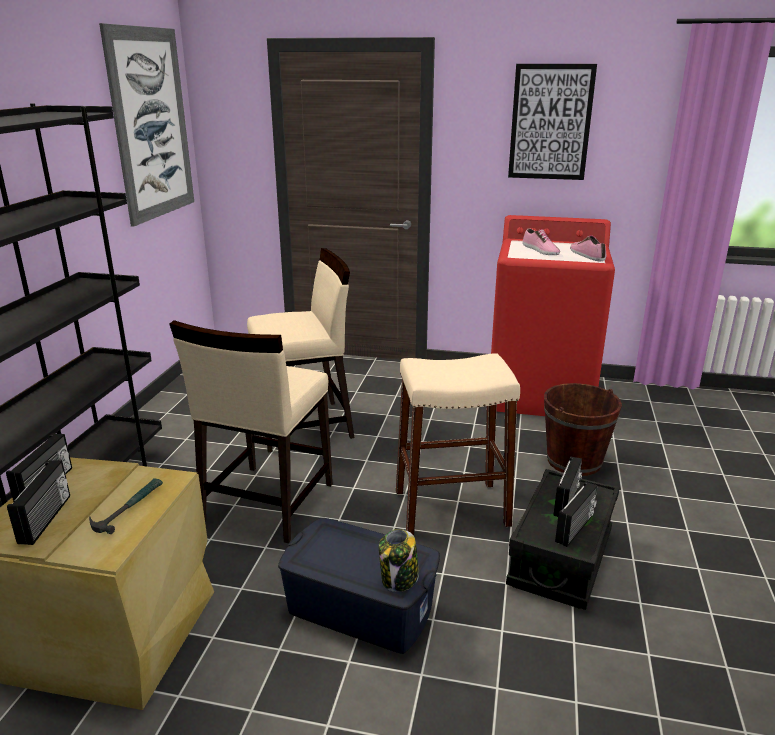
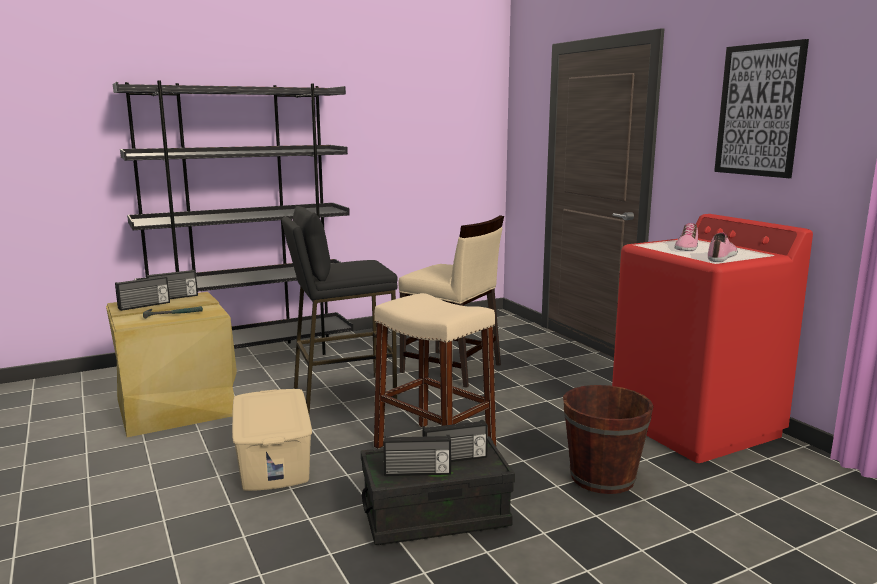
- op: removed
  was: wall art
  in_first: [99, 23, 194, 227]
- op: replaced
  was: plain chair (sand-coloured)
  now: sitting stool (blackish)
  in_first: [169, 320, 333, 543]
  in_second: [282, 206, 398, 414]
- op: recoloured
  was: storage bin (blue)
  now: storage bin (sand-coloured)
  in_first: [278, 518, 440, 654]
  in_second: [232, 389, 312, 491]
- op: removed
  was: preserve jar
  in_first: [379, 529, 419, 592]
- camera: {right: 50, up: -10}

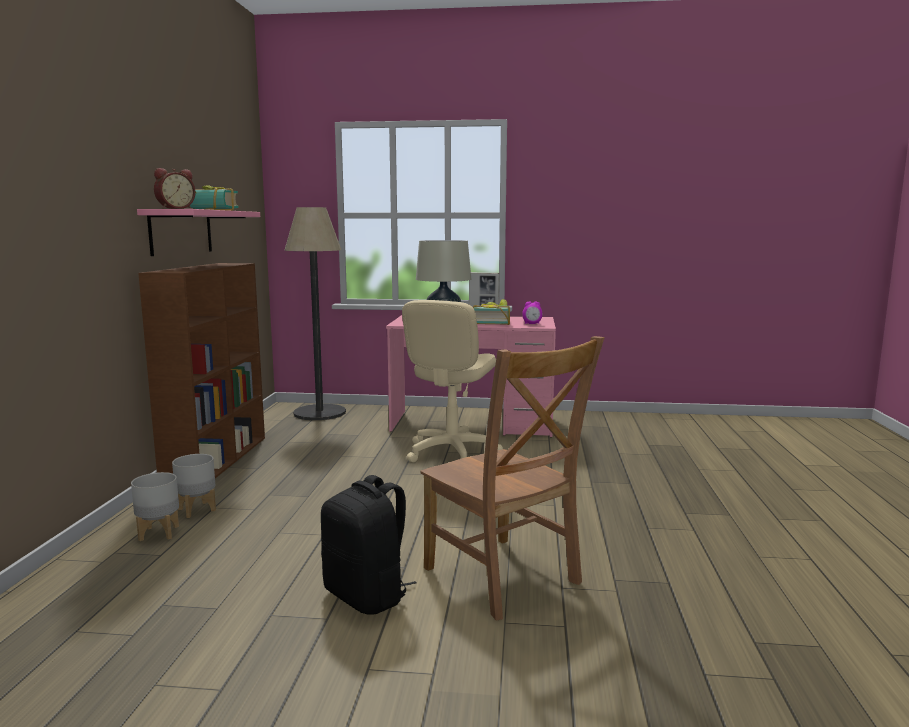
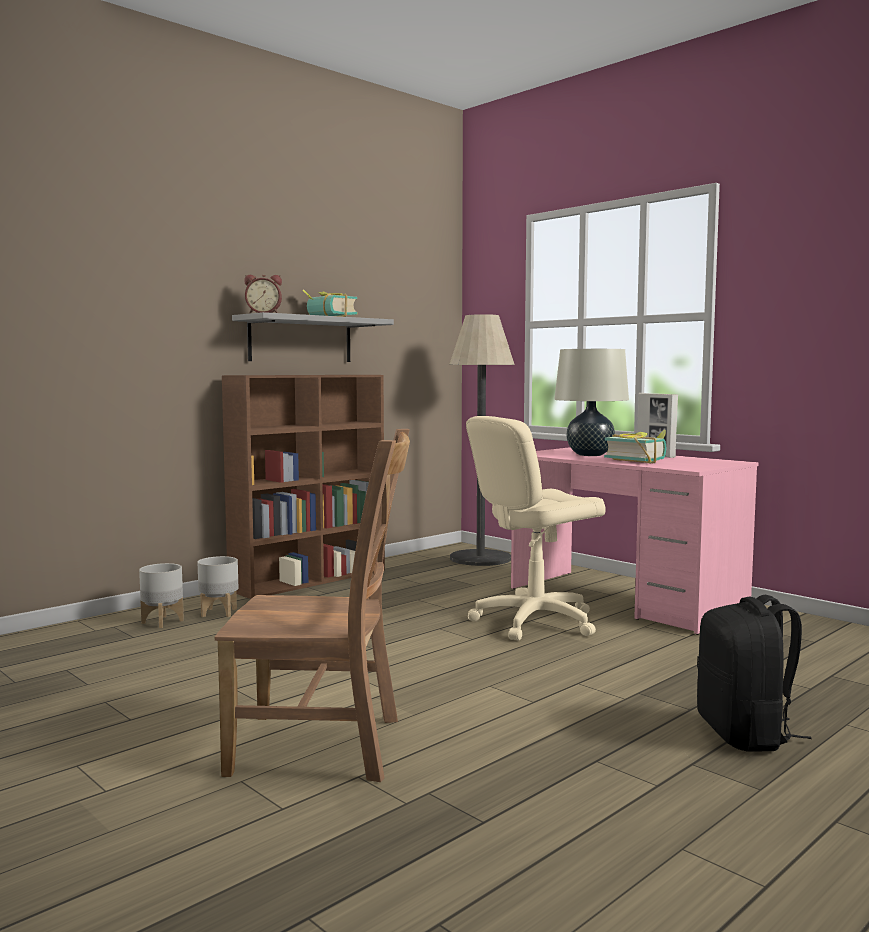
- op: recoloured
  was: wall shelf (pinkish)
  now: wall shelf (grey)
  in_first: [137, 209, 260, 256]
  in_second: [232, 312, 394, 362]
- op: moved
  was: rucksack (blackish)
  in_first: [321, 475, 417, 615]
  in_second: [697, 595, 812, 751]
- op: turned
  was: plain chair (brown)
  in_first: [420, 336, 605, 620]
  in_second: [215, 429, 410, 782]
  clockwise: -90
- op: removed
  was: alarm clock
  in_first: [522, 301, 543, 324]
- camera: {right: 40, up: -5}

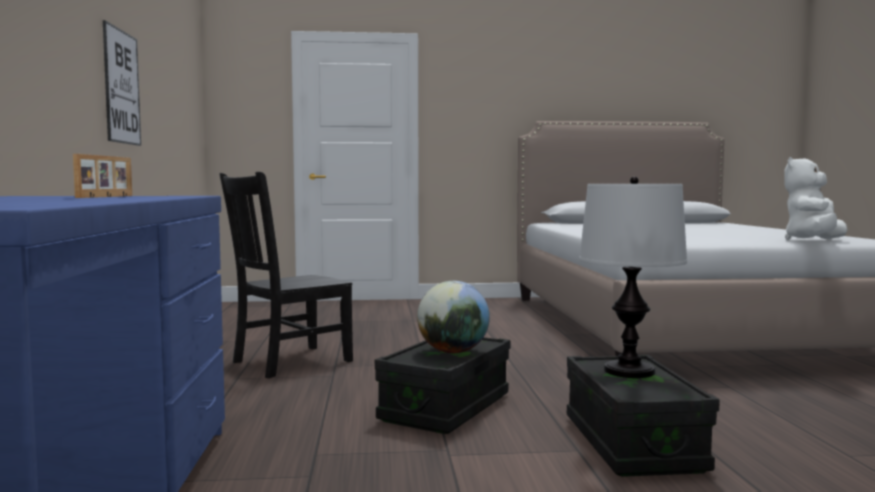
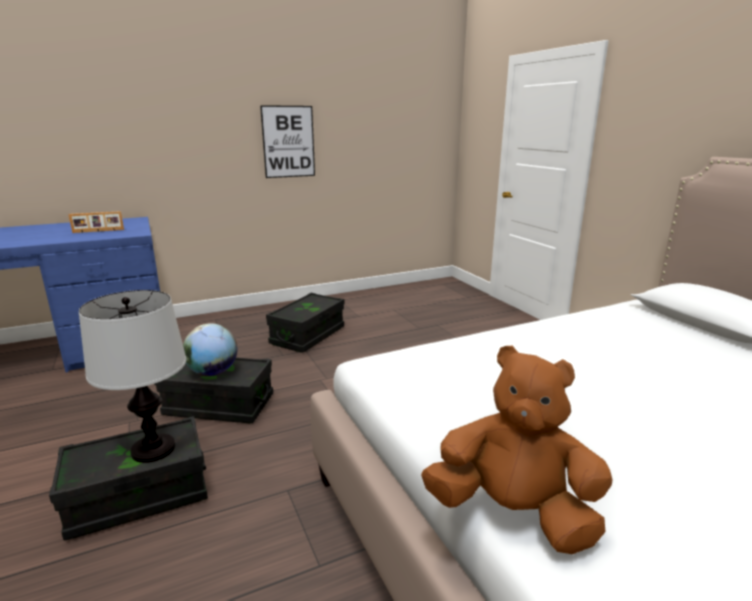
- op: replaced
  was: plain chair (blackish)
  now: storage bin (blackish)
  in_first: [219, 172, 353, 378]
  in_second: [266, 293, 345, 353]
- op: recoloured
  was: cuddly toy (white)
  now: cuddly toy (brown)
  in_first: [785, 157, 847, 240]
  in_second: [421, 346, 613, 554]
- camera: {right: 70, up: 15}

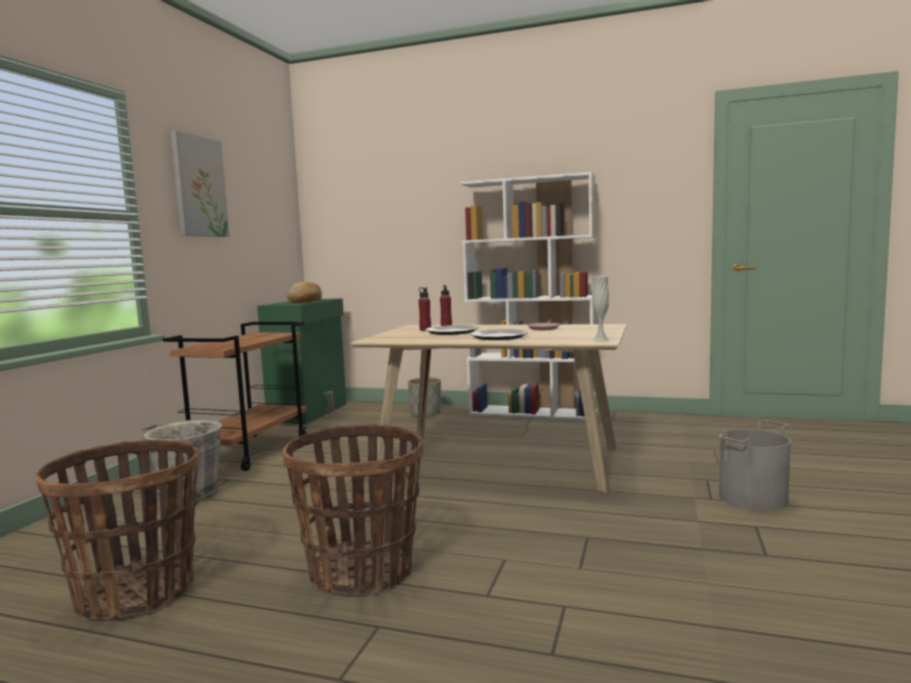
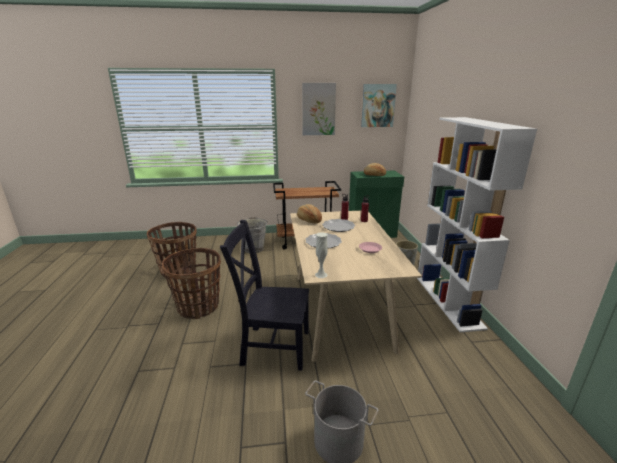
- op: added
  now: plain chair (blackish)
  in_second: [220, 220, 309, 371]
- op: added
  now: bread
  in_second: [297, 204, 322, 223]
- op: added
  now: wall art
  in_second: [361, 84, 397, 127]
- camera: {right: 65, up: 15}

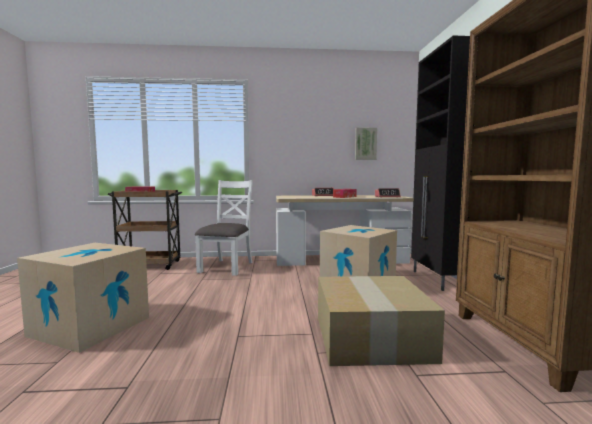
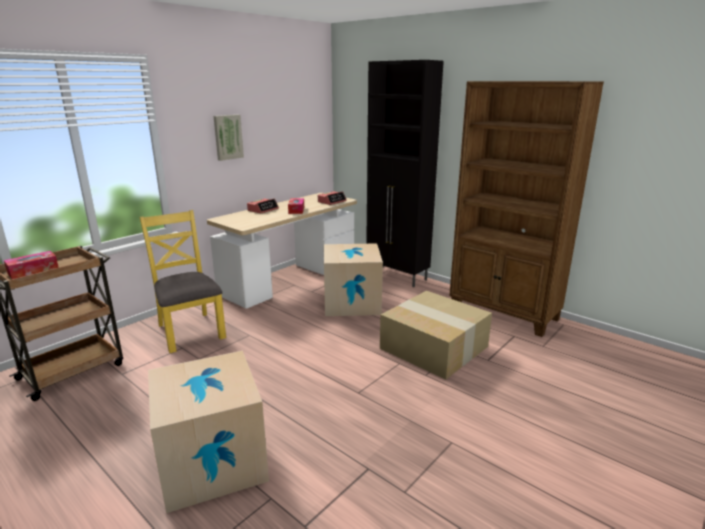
- op: recoloured
  was: plain chair (white)
  now: plain chair (yellow)
  in_first: [195, 180, 253, 276]
  in_second: [140, 210, 226, 353]
- op: moved
  was: wall art
  in_first: [355, 127, 377, 160]
  in_second: [214, 115, 244, 161]
- camera: {right: -45, up: 15}

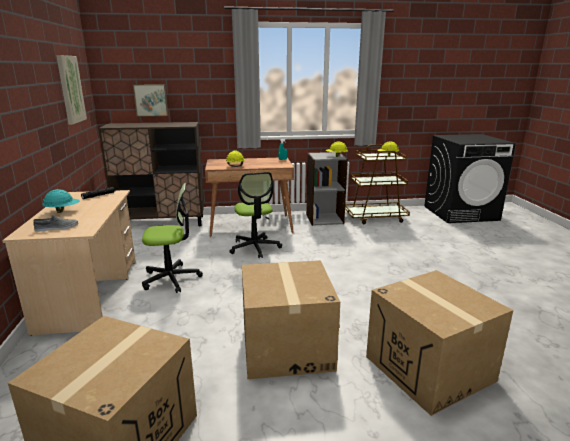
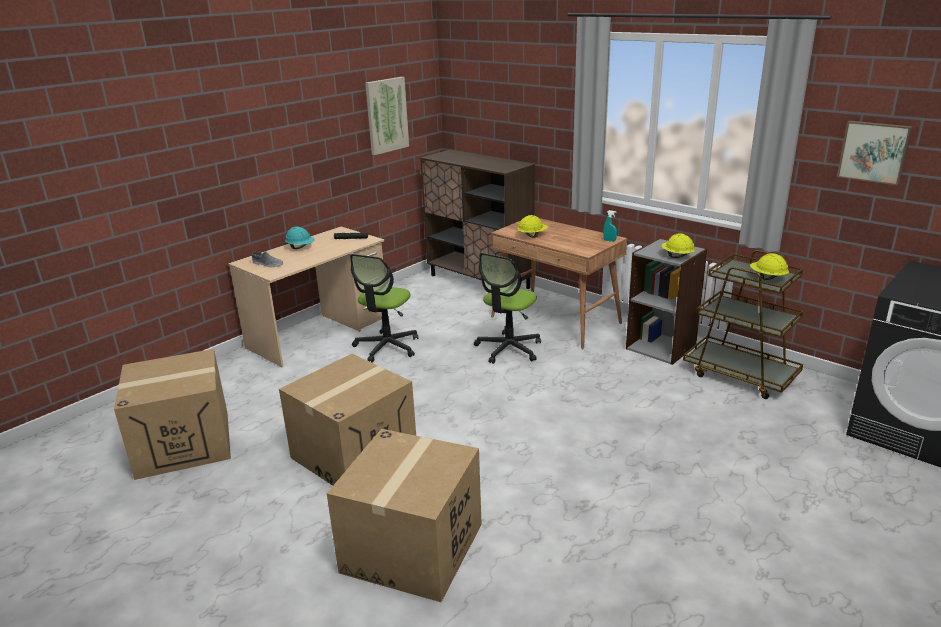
- op: moved
  was: wall art
  in_first: [133, 84, 168, 117]
  in_second: [837, 121, 913, 185]
- op: turned
  was: desk chair
  in_first: [142, 183, 203, 293]
  in_second: [350, 254, 418, 363]
  clockwise: 75
- camera: {right: 50, up: 5}

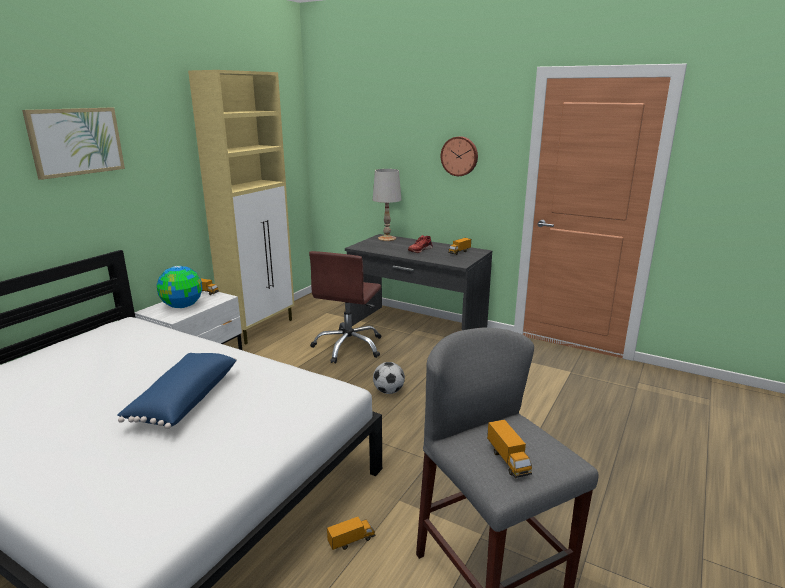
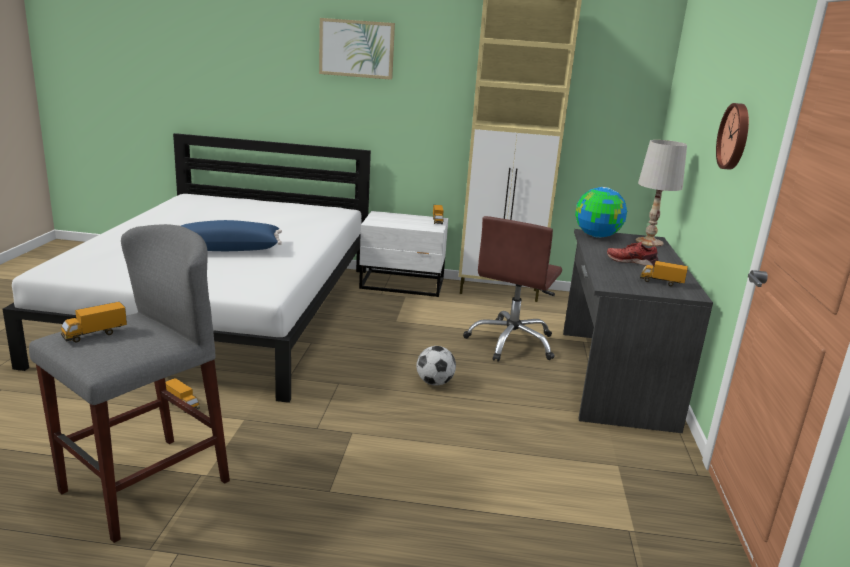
- op: moved
  was: world globe
  in_first: [157, 266, 203, 308]
  in_second: [575, 187, 627, 238]
- op: turned
  was: desk chair (brown)
  in_first: [309, 251, 381, 364]
  in_second: [463, 216, 562, 362]
  clockwise: -60
- camera: {right: 65, up: 0}

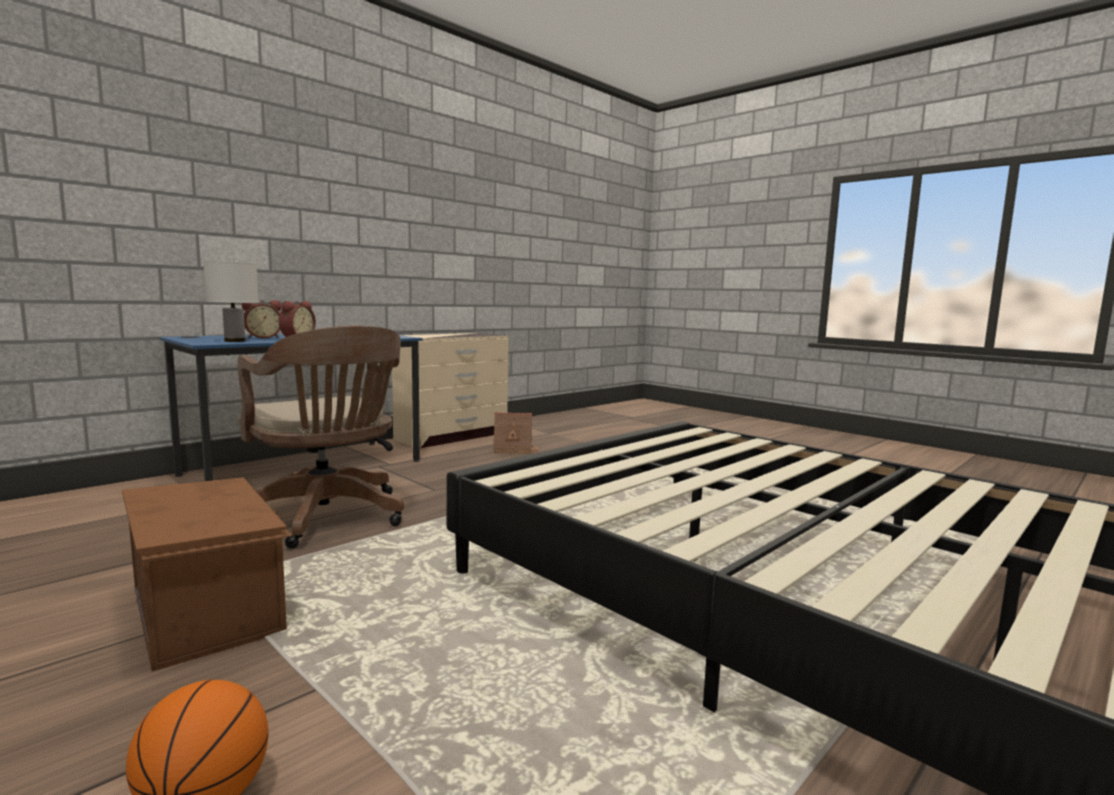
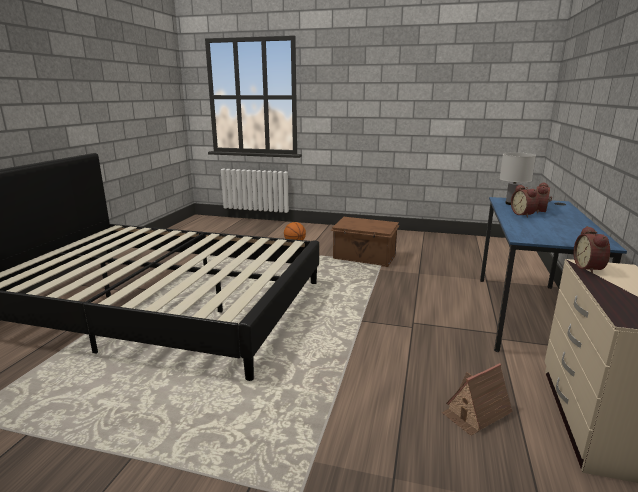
- op: removed
  was: desk chair (brown)
  in_first: [238, 326, 404, 549]
- op: added
  now: alarm clock
  in_second: [574, 226, 610, 274]
- camera: {right: 150, up: 10}

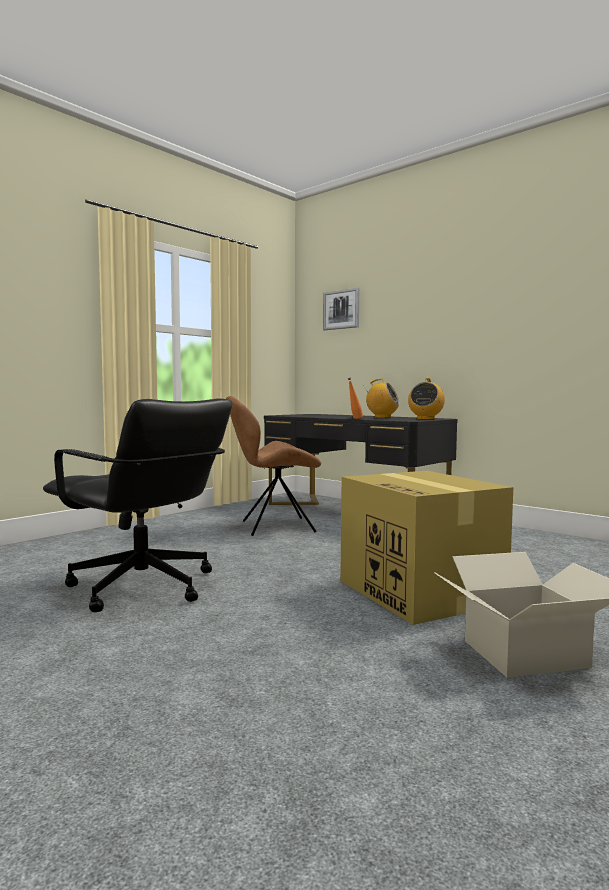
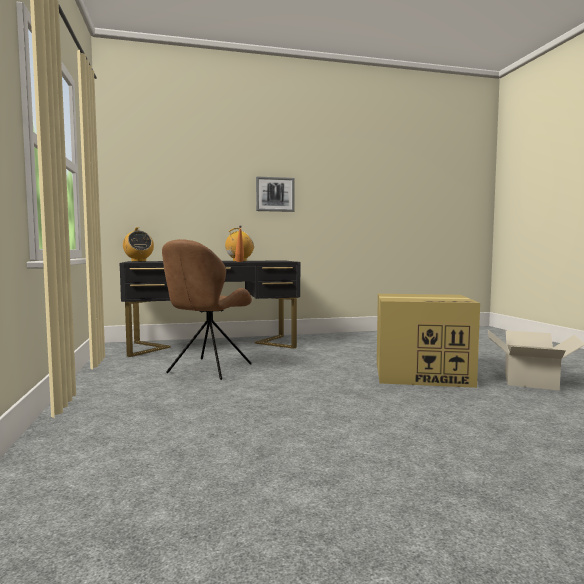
- op: removed
  was: desk chair (blackish)
  in_first: [43, 398, 232, 612]
- op: moved
  was: wall art
  in_first: [323, 288, 359, 330]
  in_second: [256, 176, 294, 212]
- op: moved
  was: radio set
  in_first: [408, 378, 445, 420]
  in_second: [123, 227, 154, 262]
- camera: {right: -55, up: 0}

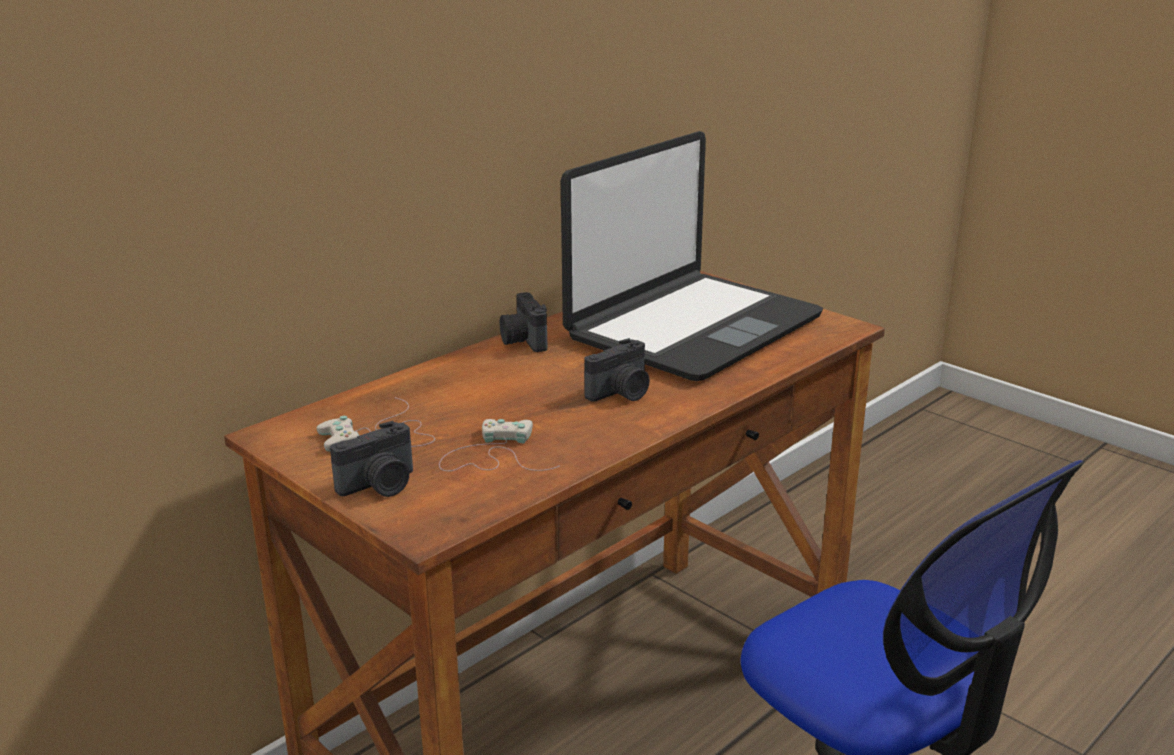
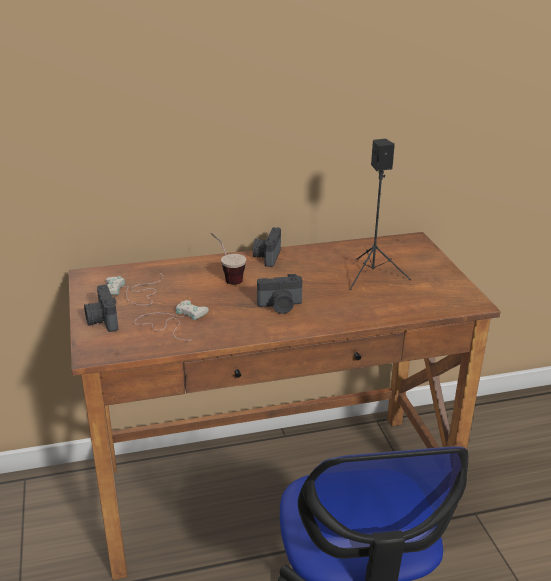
- op: turned
  was: still camera
  in_first: [330, 421, 413, 497]
  in_second: [84, 284, 118, 332]
  clockwise: 75
- op: replaced
  was: notebook computer
  now: audio speaker (blackish)
  in_first: [561, 131, 823, 381]
  in_second: [349, 139, 411, 290]
- op: added
  now: small cup
  in_second: [211, 233, 246, 285]
- camera: {right: 30, up: 5}

